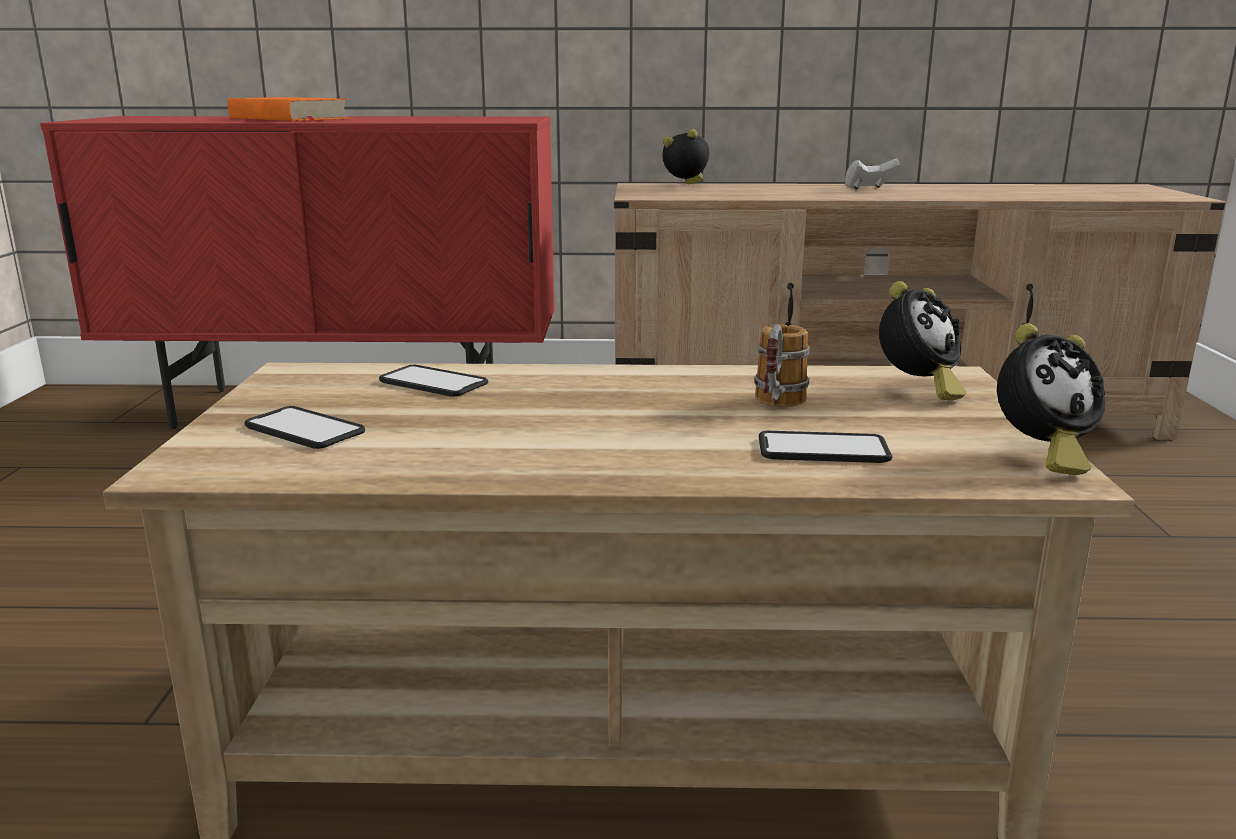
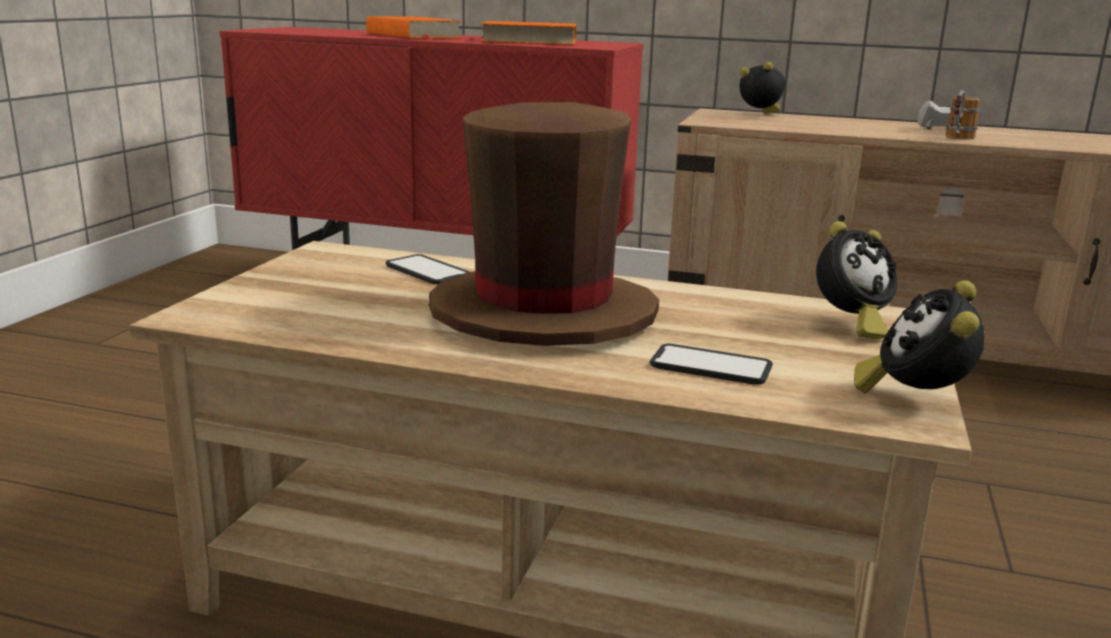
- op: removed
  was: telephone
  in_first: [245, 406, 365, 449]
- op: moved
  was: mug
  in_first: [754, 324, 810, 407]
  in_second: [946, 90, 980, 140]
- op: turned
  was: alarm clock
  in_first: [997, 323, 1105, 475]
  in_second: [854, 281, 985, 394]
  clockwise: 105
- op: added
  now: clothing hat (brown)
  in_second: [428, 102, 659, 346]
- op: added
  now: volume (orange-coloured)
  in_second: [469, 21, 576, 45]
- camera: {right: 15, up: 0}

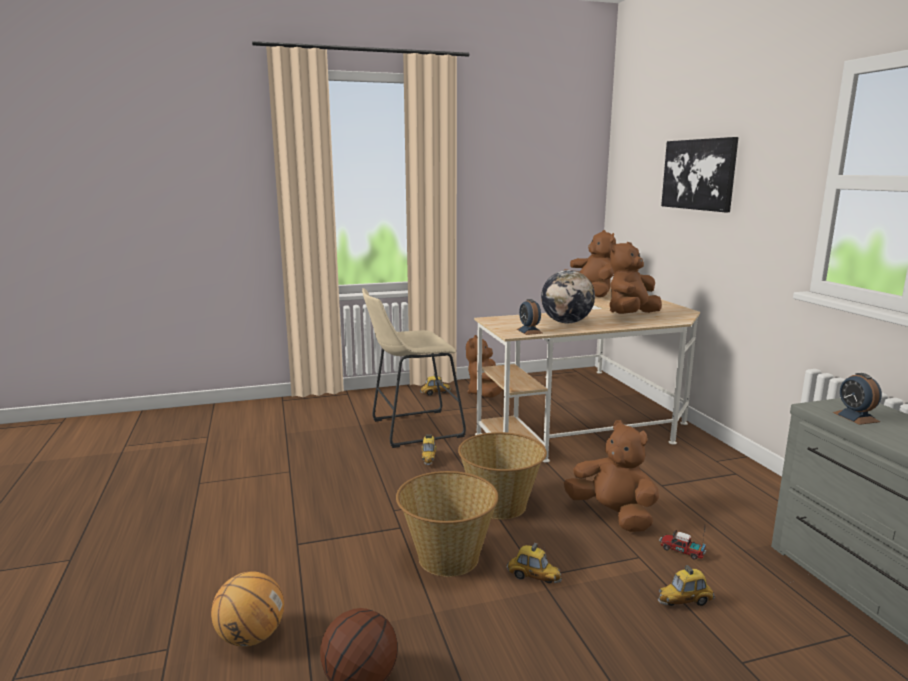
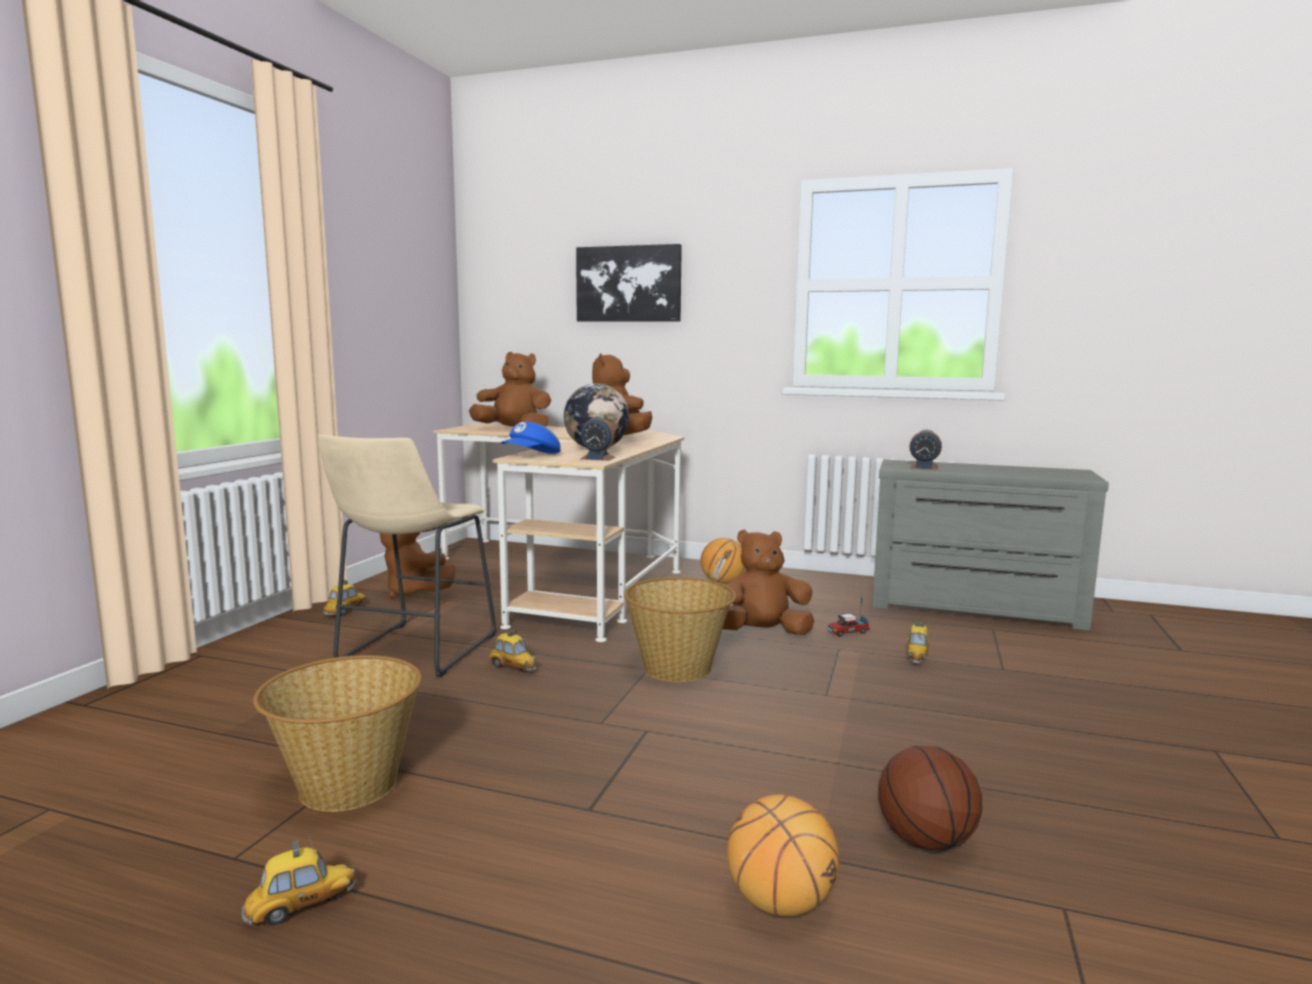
- op: moved
  was: household basket
  in_first: [396, 471, 498, 577]
  in_second: [253, 655, 422, 812]
- op: moved
  was: toy car
  in_first: [507, 543, 562, 583]
  in_second: [241, 837, 357, 926]
- op: added
  now: peaked cap (blue)
  in_second: [501, 422, 561, 454]
- op: added
  now: basketball ball
  in_second: [700, 538, 746, 584]
- camera: {right: -55, up: -5}

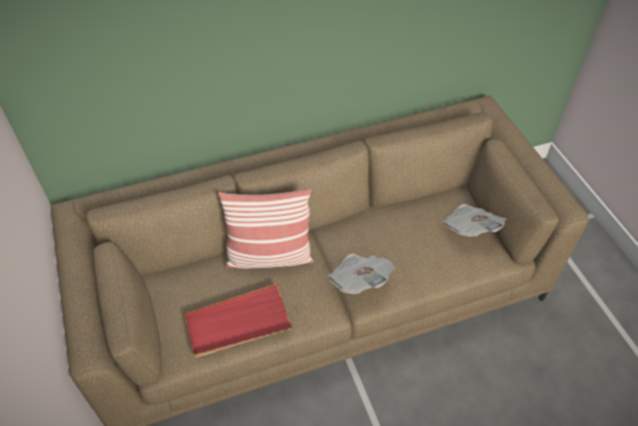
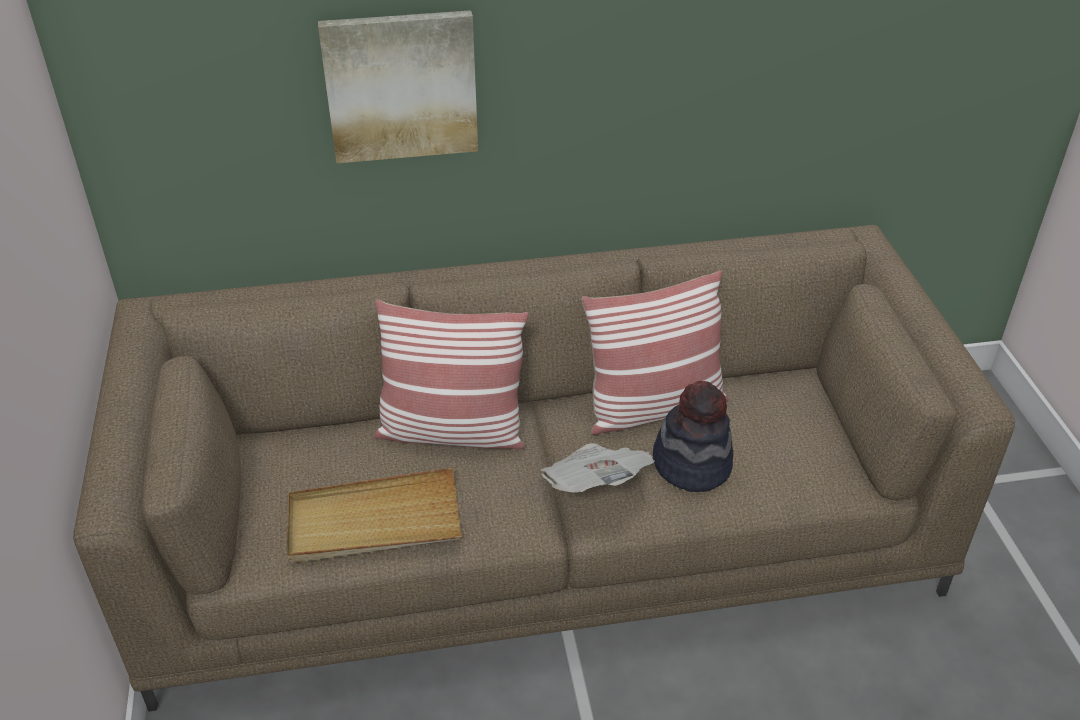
- op: recoloured
  was: carrying tray (reddish)
  now: carrying tray (sand-coloured)
  in_first: [185, 283, 293, 358]
  in_second: [287, 467, 462, 563]
- op: removed
  was: printed paper
  in_first: [441, 204, 507, 237]
- op: added
  now: wall art
  in_second: [318, 10, 478, 163]
- op: added
  now: pillow
  in_second: [581, 270, 729, 435]
- op: added
  now: clothing hat
  in_second: [653, 381, 734, 492]
- camera: {right: 10, up: -10}

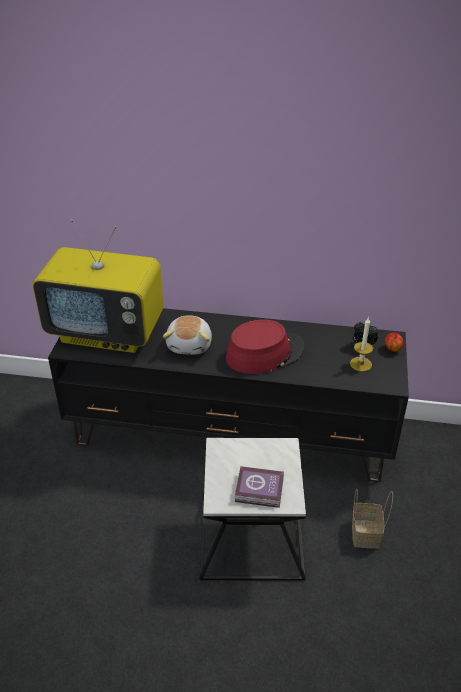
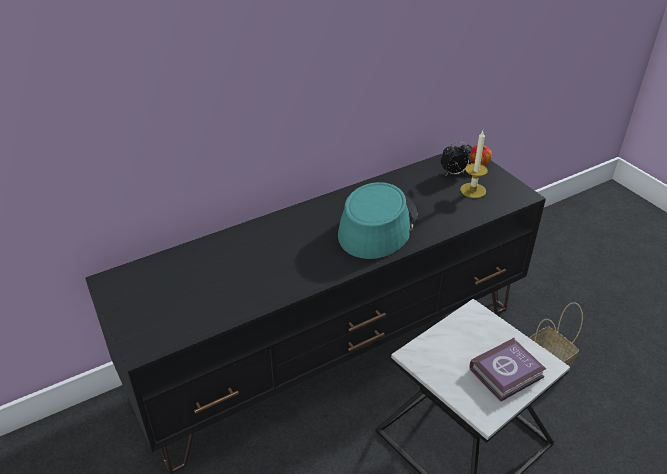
- op: removed
  was: television
  in_first: [33, 219, 164, 353]
- op: removed
  was: cuddly toy
  in_first: [163, 315, 212, 355]
- op: recoloured
  was: clothing hat (reddish)
  now: clothing hat (turquoise)
  in_first: [226, 319, 305, 374]
  in_second: [338, 182, 417, 259]
- camera: {right: -40, up: 0}

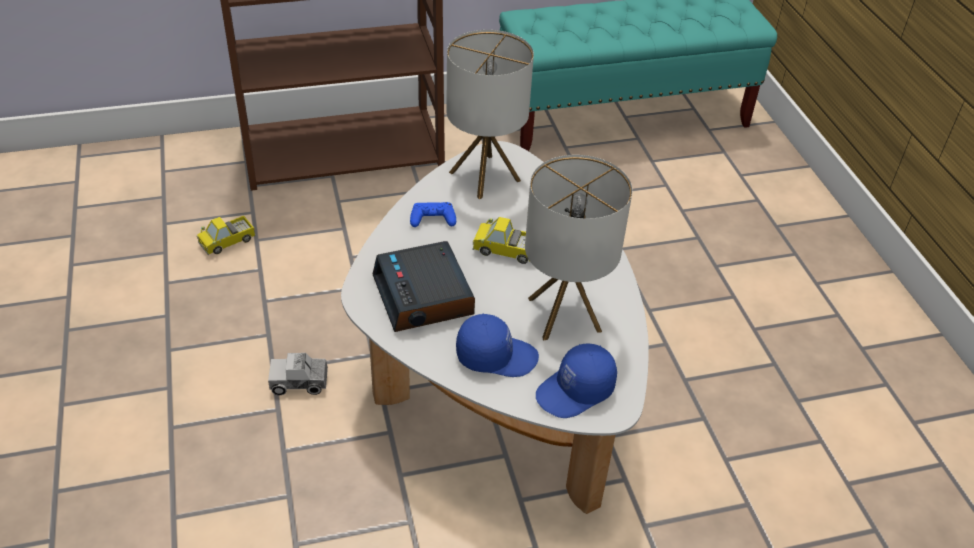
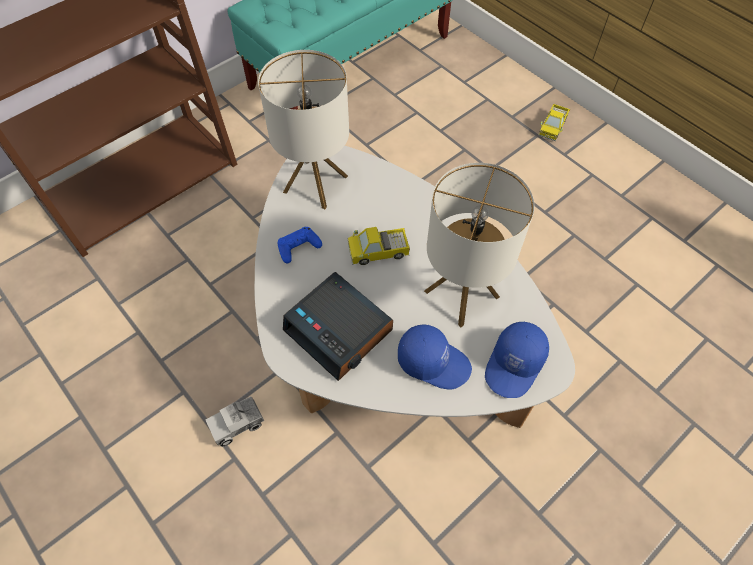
- op: moved
  was: toy truck
  in_first: [197, 216, 256, 255]
  in_second: [539, 104, 570, 141]
- op: turned
  was: peaked cap (blue)
  in_first: [456, 314, 539, 377]
  in_second: [398, 325, 472, 389]
  clockwise: 45
- camera: {right: -25, up: 15}

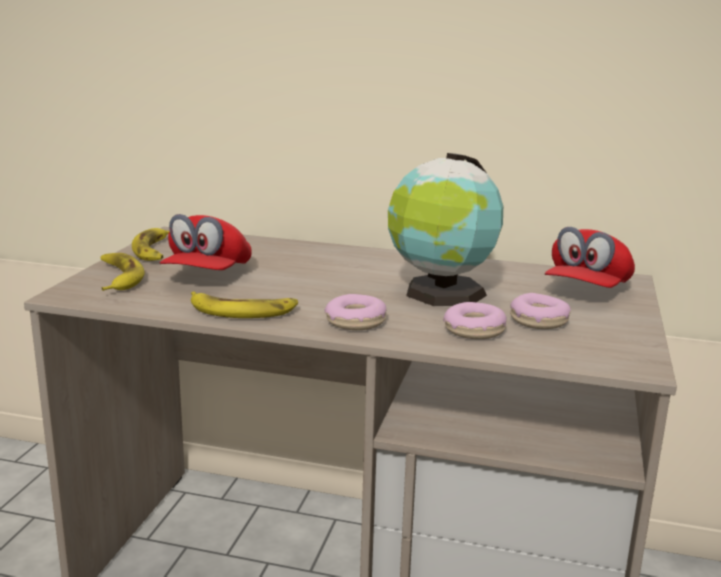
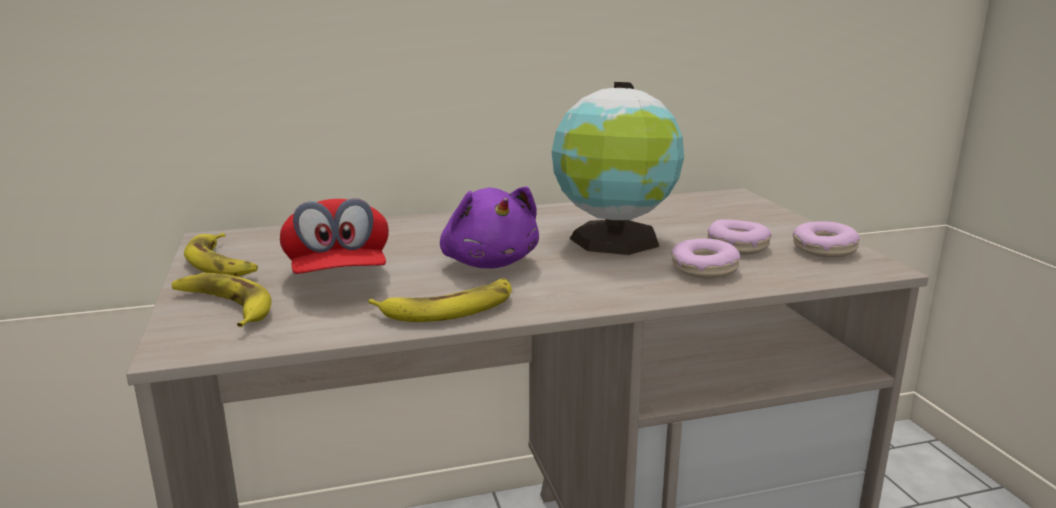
- op: moved
  was: ring doughnut
  in_first: [325, 294, 387, 330]
  in_second: [793, 221, 860, 258]
- op: removed
  was: peaked cap (reddish)
  in_first: [545, 227, 635, 288]
- op: added
  now: cuddly toy (purple-coloured)
  in_second: [440, 187, 539, 269]
- camera: {right: -30, up: 0}

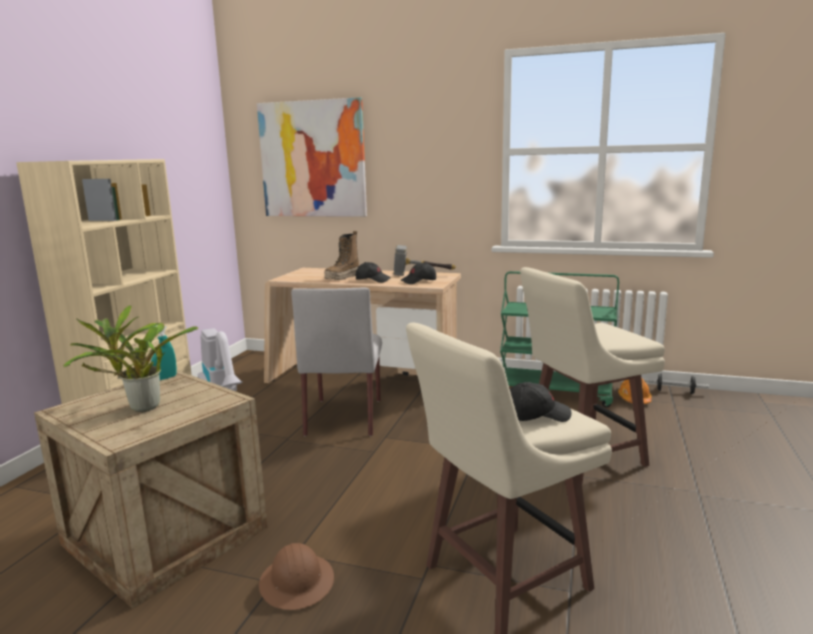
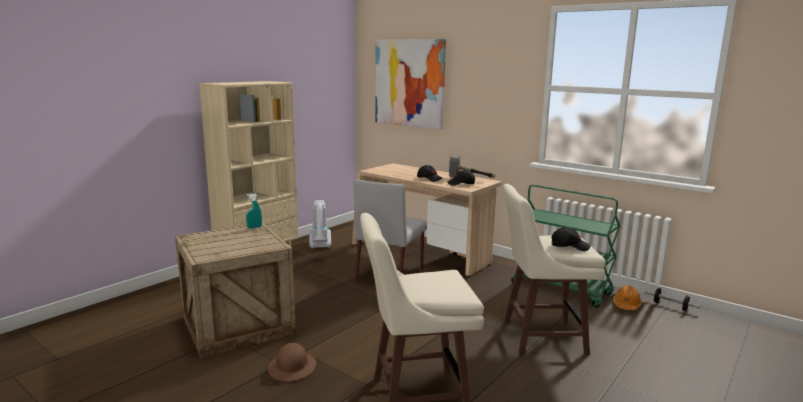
- op: removed
  was: houseplant
  in_first: [63, 305, 198, 412]
- op: removed
  was: boot
  in_first: [324, 231, 359, 280]
- op: moved
  was: peaked cap (blackish)
  in_first: [510, 382, 572, 422]
  in_second: [552, 227, 591, 251]
- camera: {right: 20, up: 0}

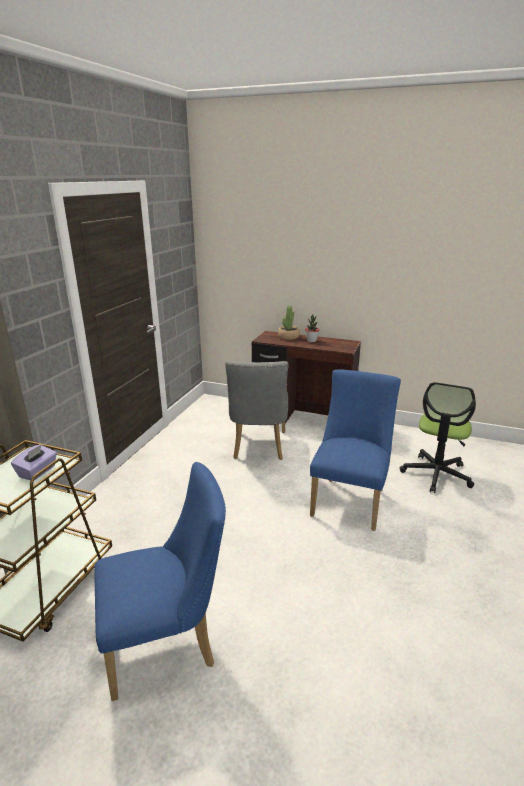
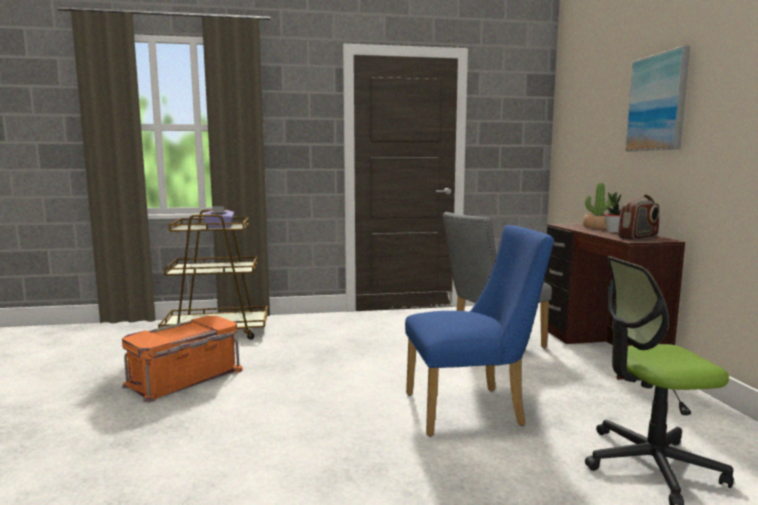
- op: replaced
  was: plain chair (blue)
  now: storage bin (orange-coloured)
  in_first: [94, 462, 226, 701]
  in_second: [122, 316, 243, 403]
- op: added
  now: radio set
  in_second: [618, 194, 659, 240]
- op: added
  now: wall art
  in_second: [625, 45, 690, 151]
- camera: {right: 60, up: -15}

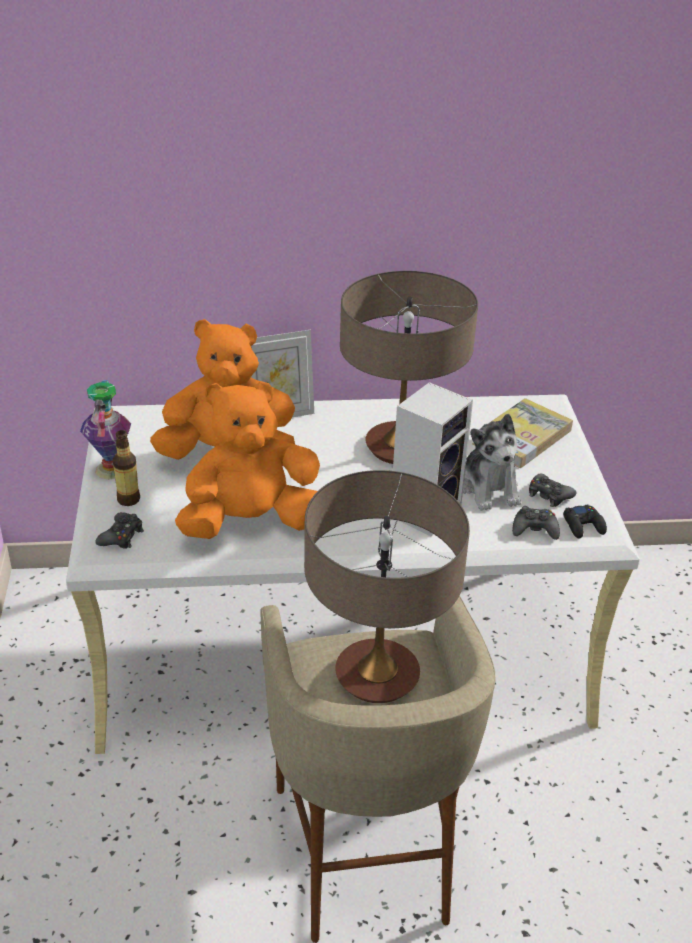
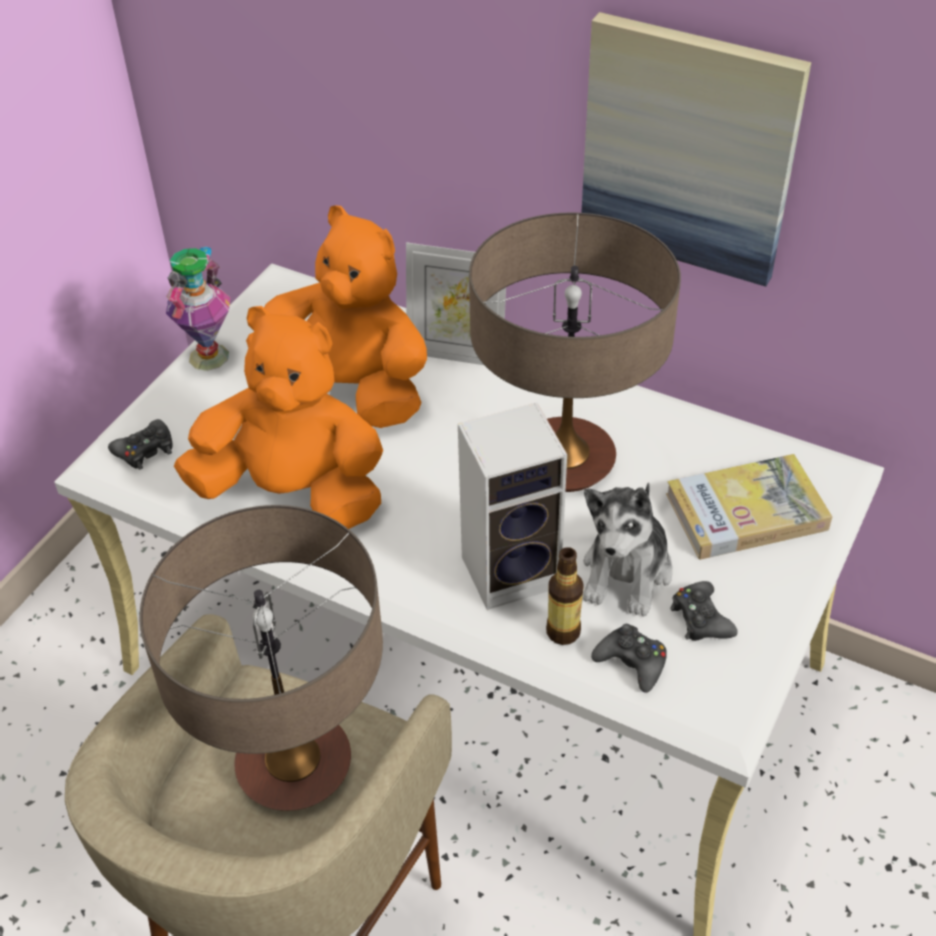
- op: moved
  was: bottle
  in_first: [113, 430, 140, 506]
  in_second: [546, 547, 584, 645]
- op: removed
  was: joypad (blackish)
  in_first: [563, 505, 607, 539]
- op: added
  now: wall art
  in_second: [581, 12, 812, 287]
- camera: {right: 35, up: 10}

